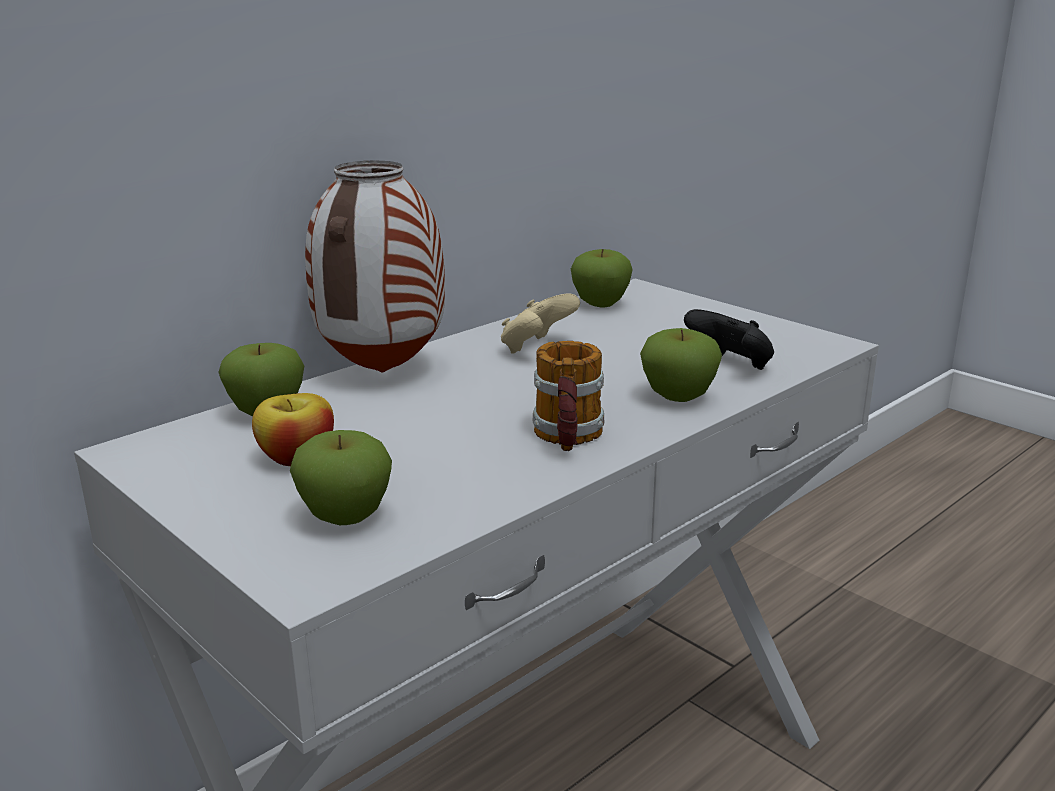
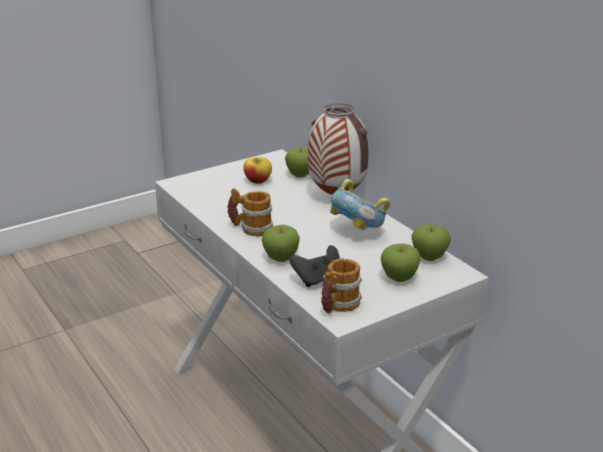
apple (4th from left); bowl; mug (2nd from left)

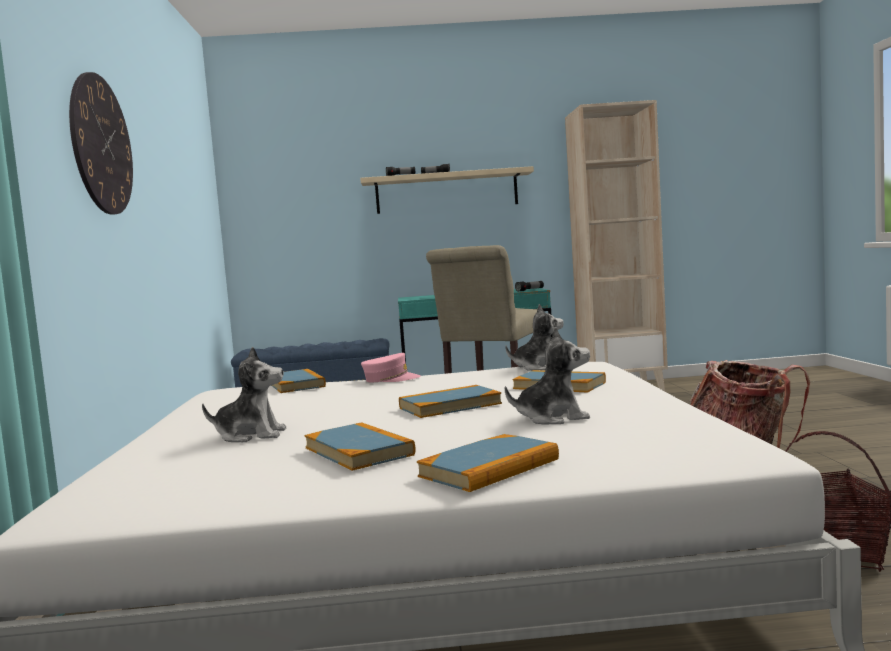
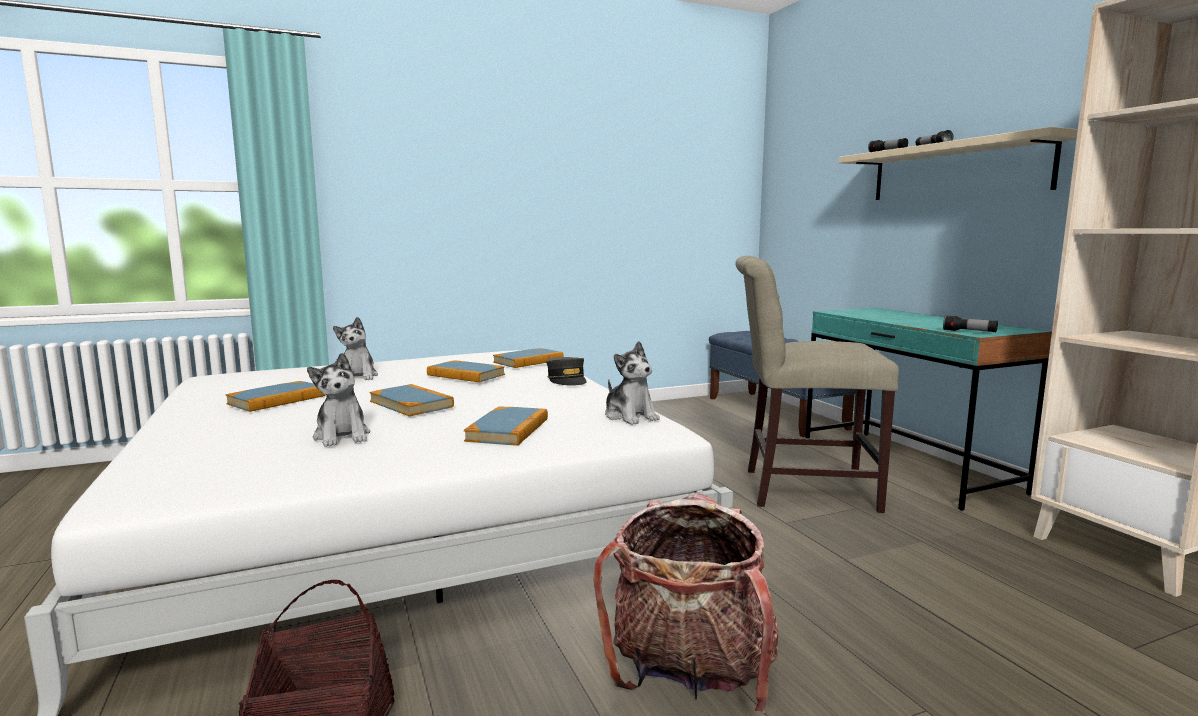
wall clock; grey cap; book (3rd from left)

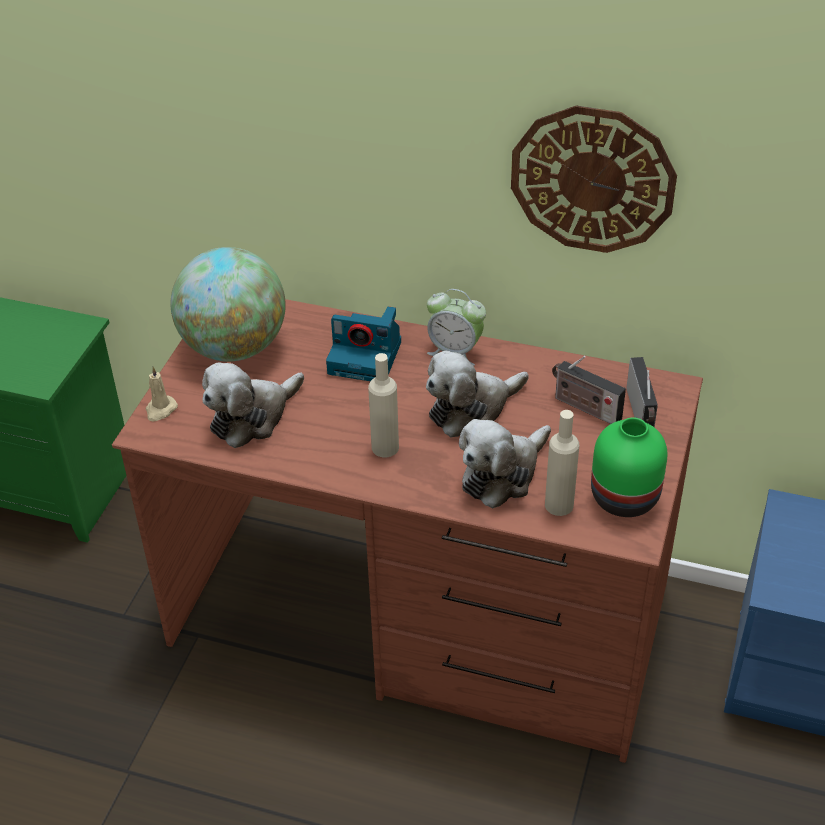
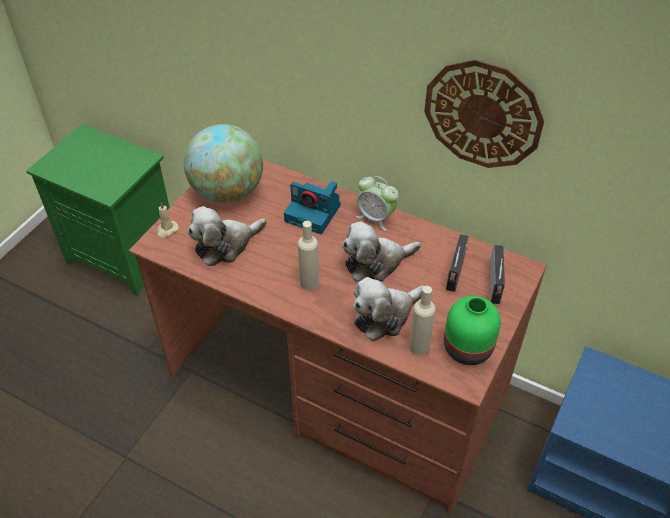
radio (1st from left)

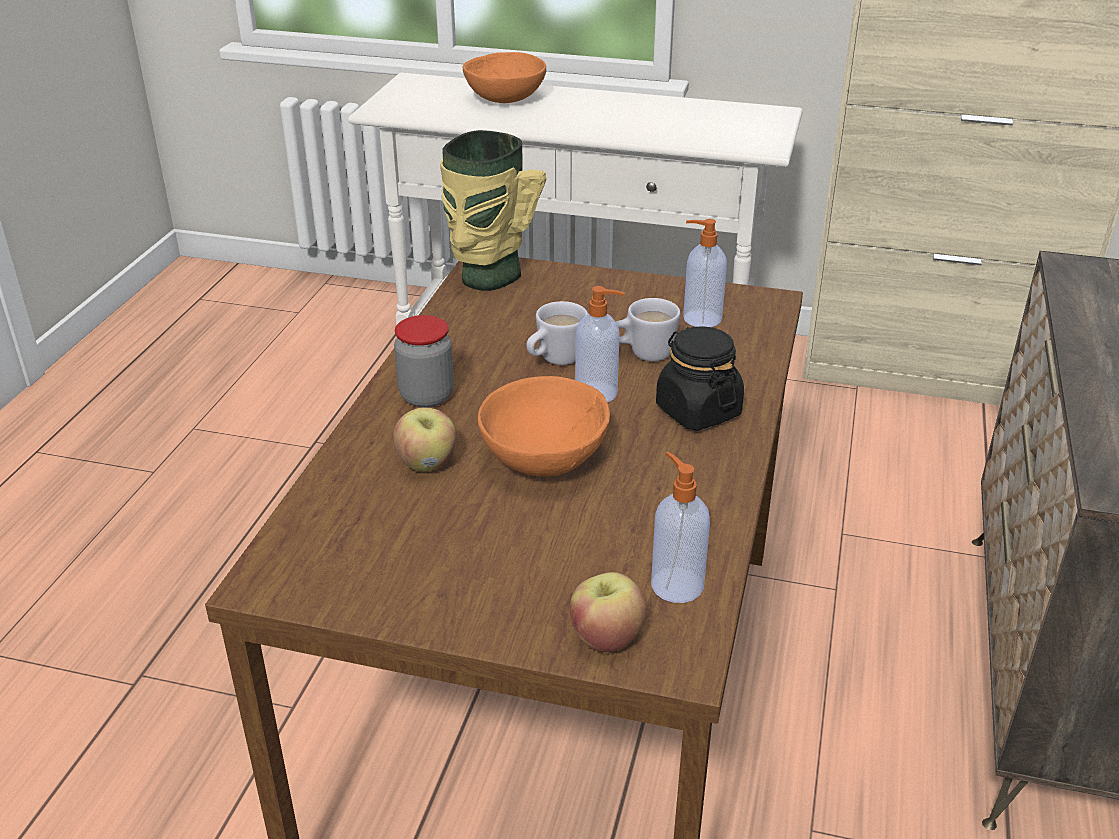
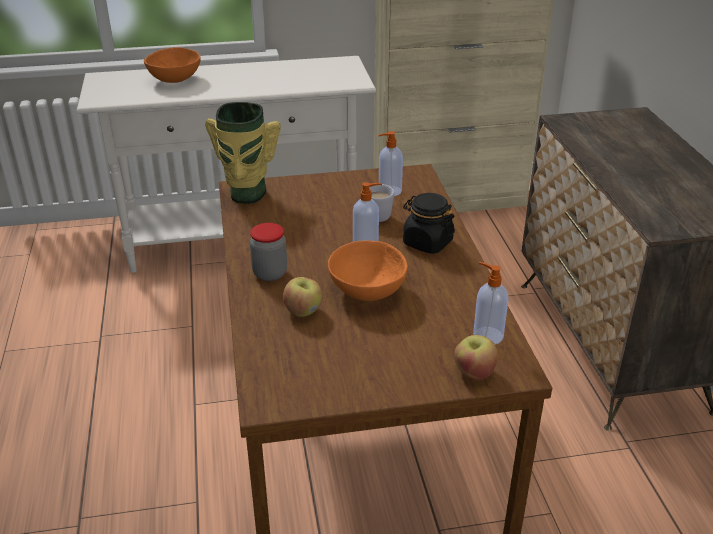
white mug (1st from left in the first image)

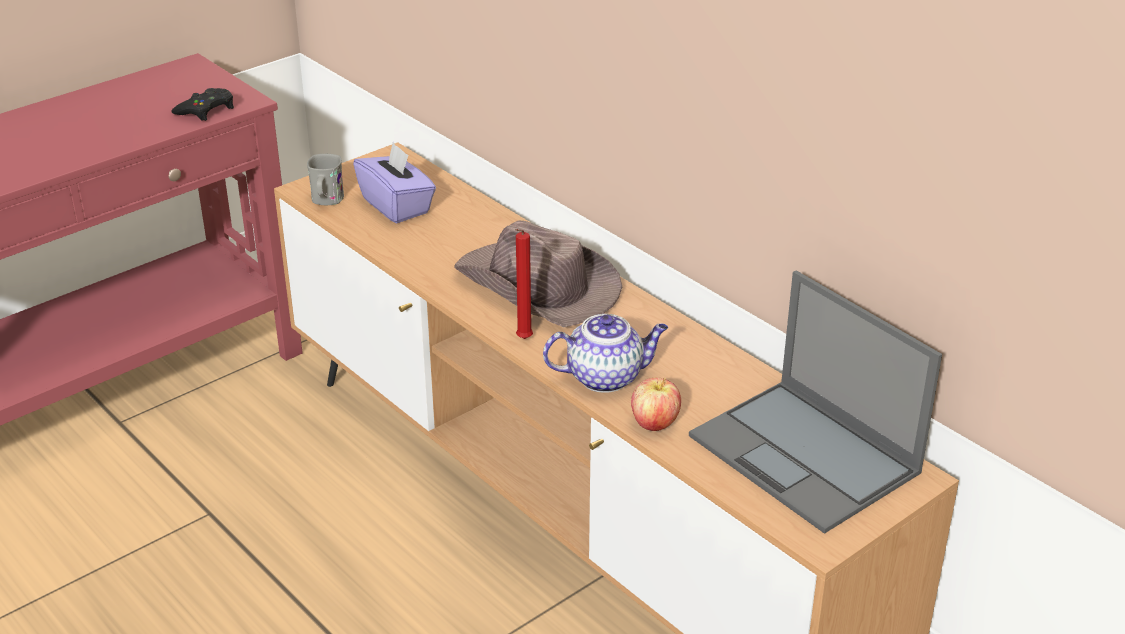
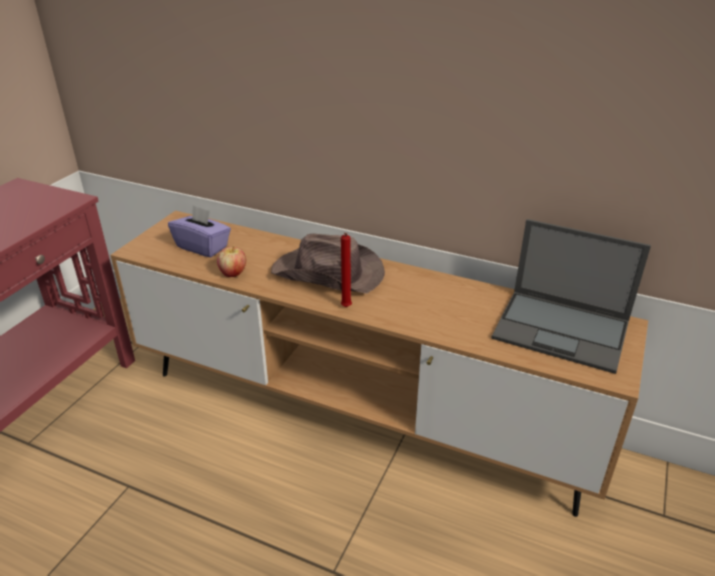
black game controller; grey mug; teapot; apple

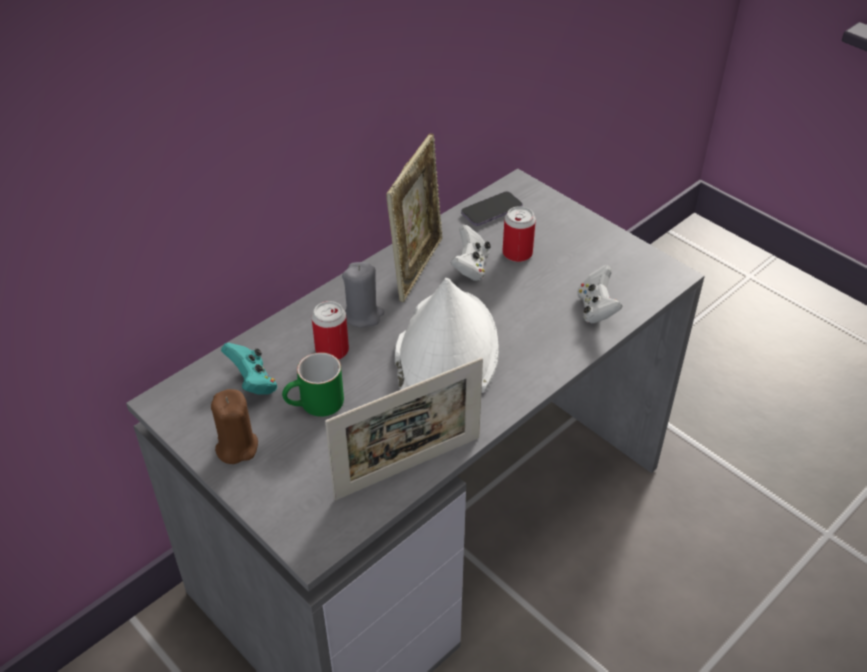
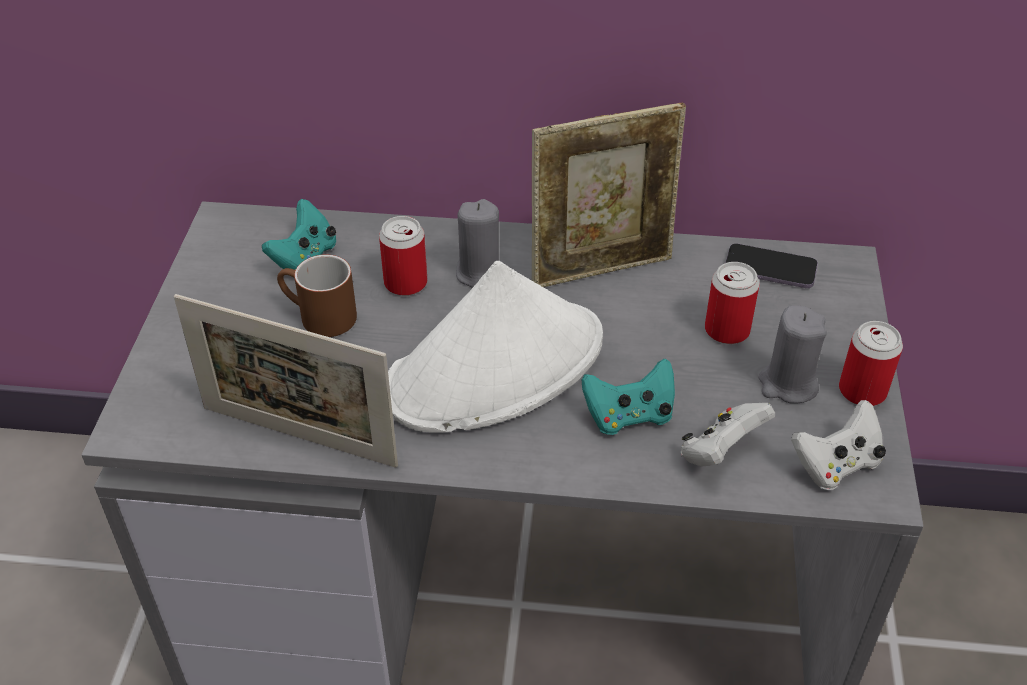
brown candle; brown mug; white game controller (2nd from left); turquoise game controller (2nd from left); grey candle (2nd from left); can (3rd from left)

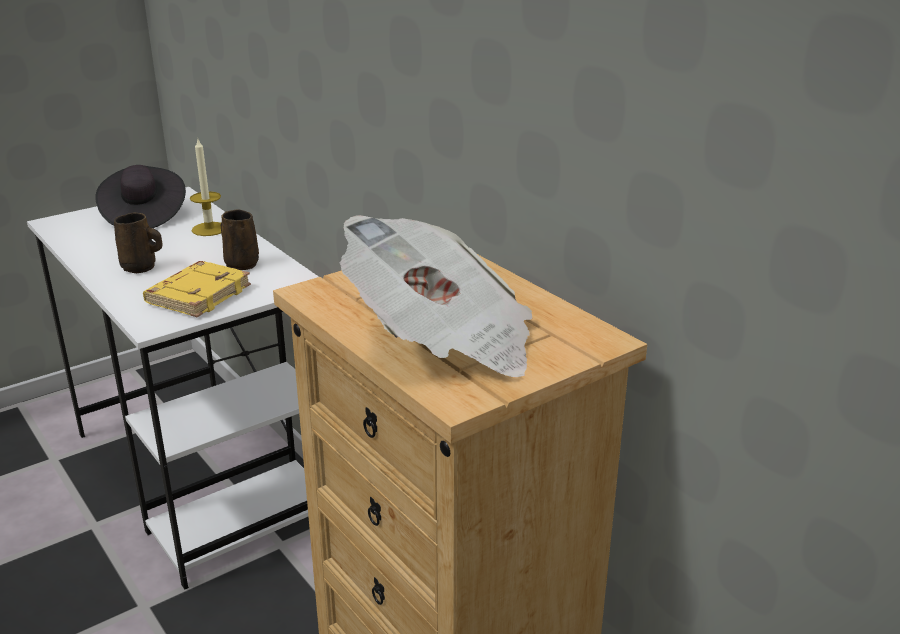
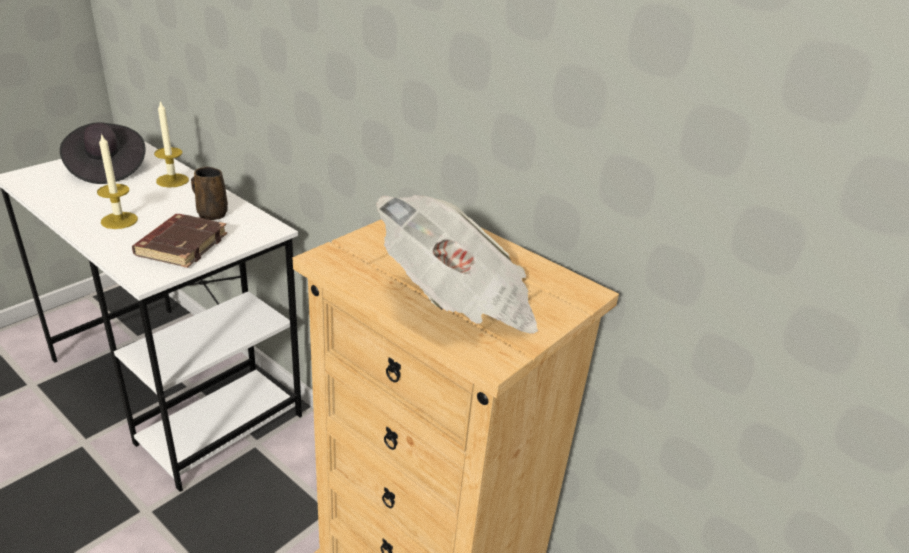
candle (1st from left); brown book

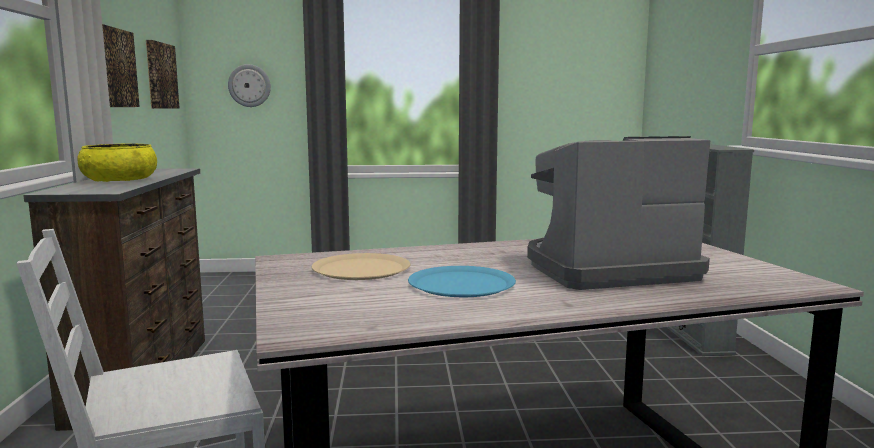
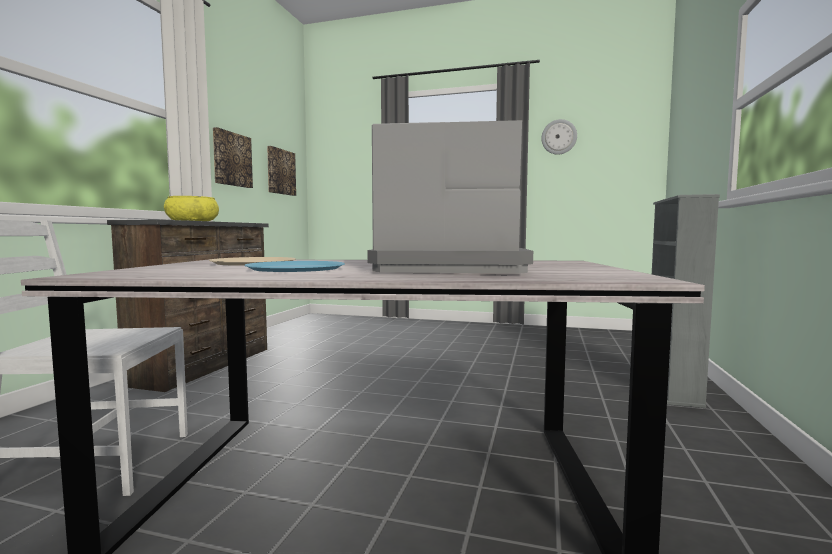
wall clock

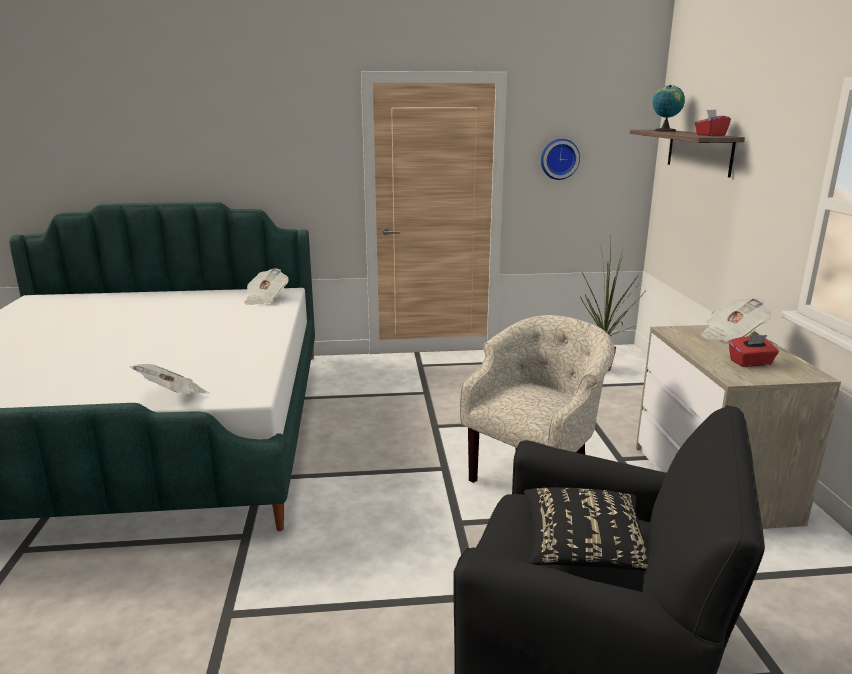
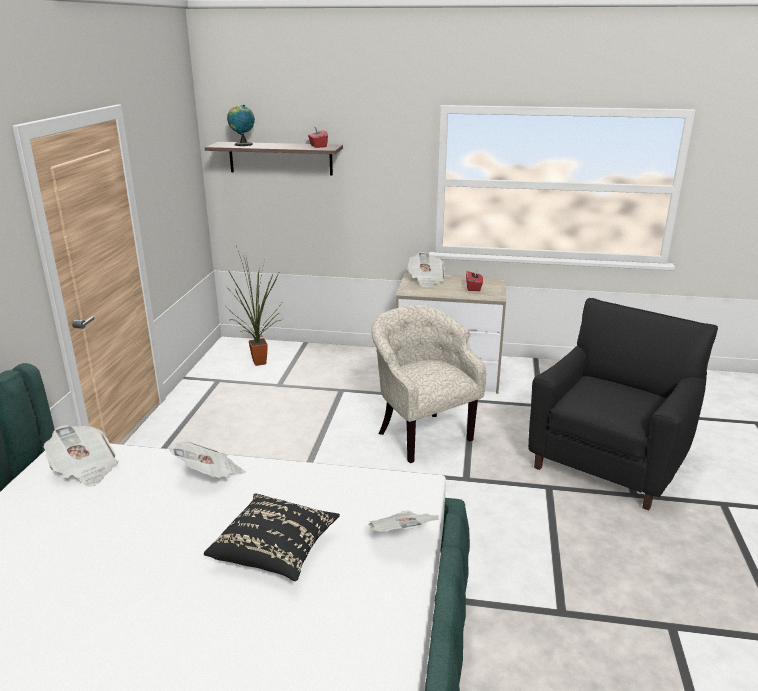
black pillow; wall clock; newspaper (2nd from left)

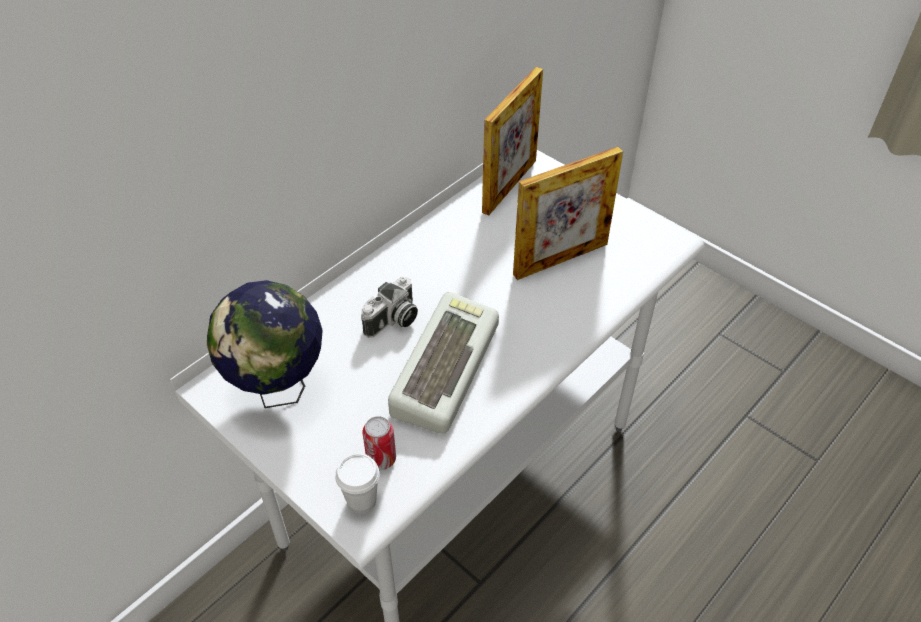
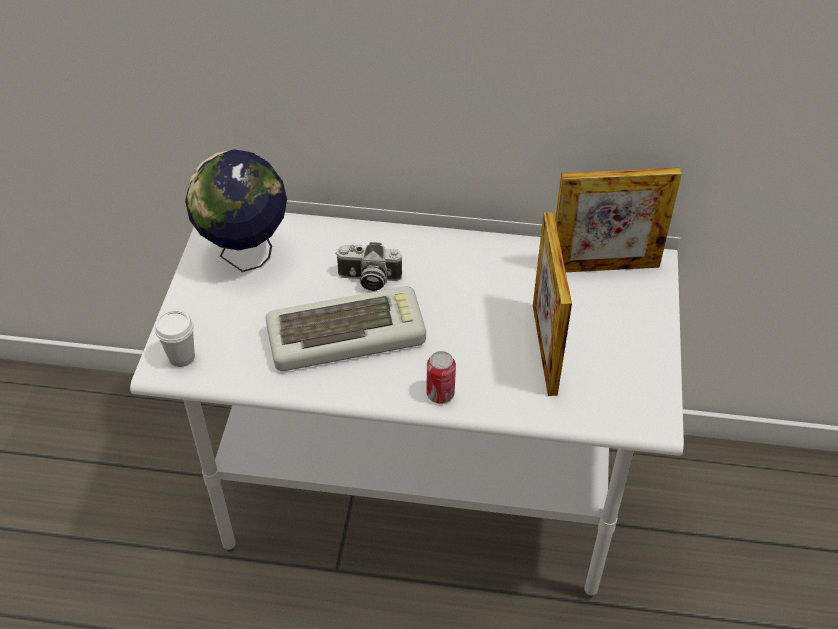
can; picture frame (1st from left)

